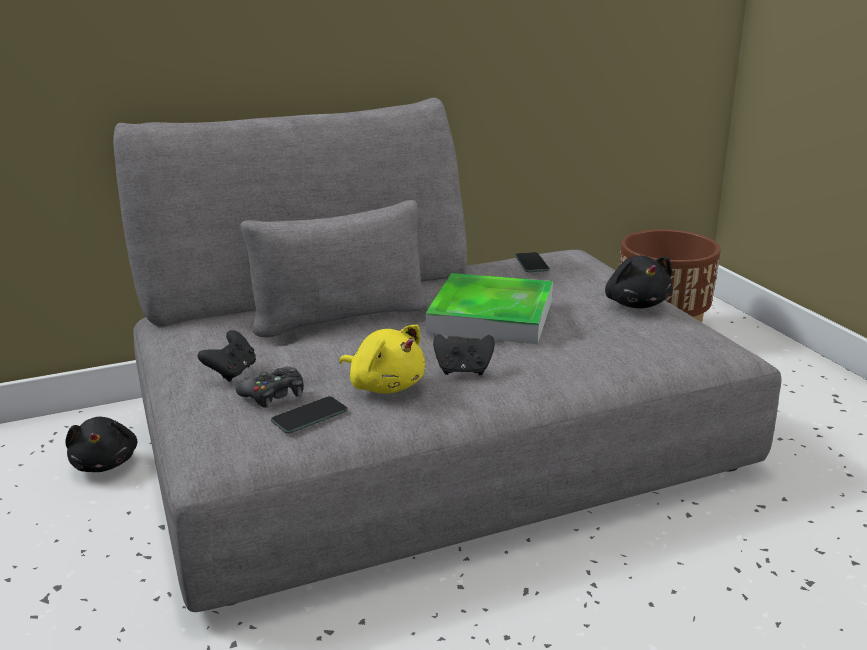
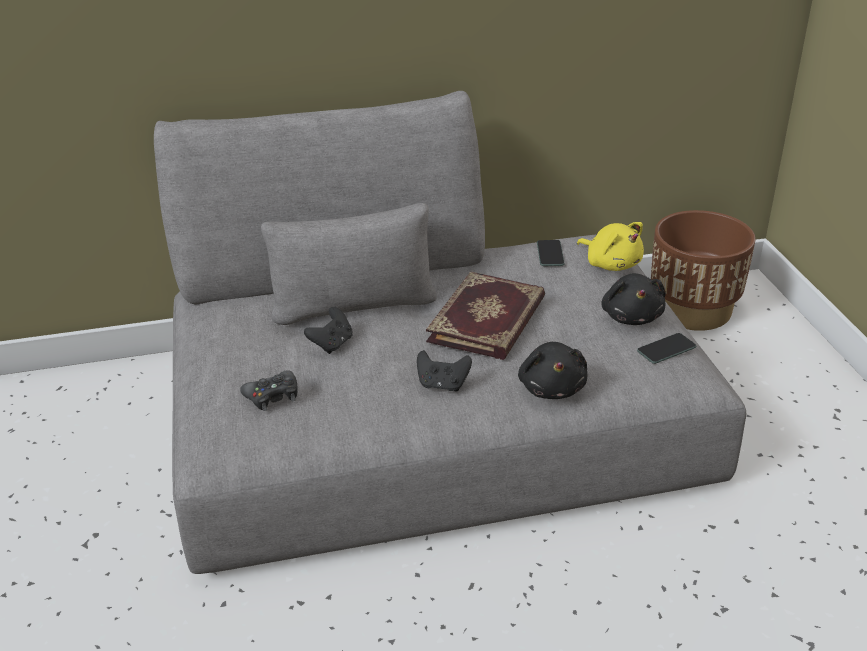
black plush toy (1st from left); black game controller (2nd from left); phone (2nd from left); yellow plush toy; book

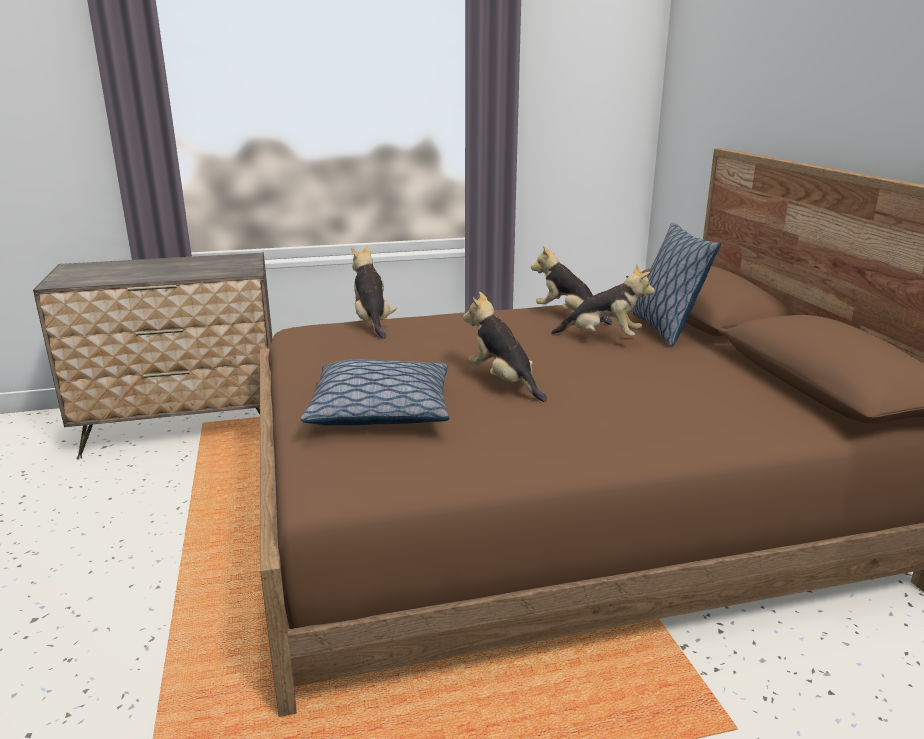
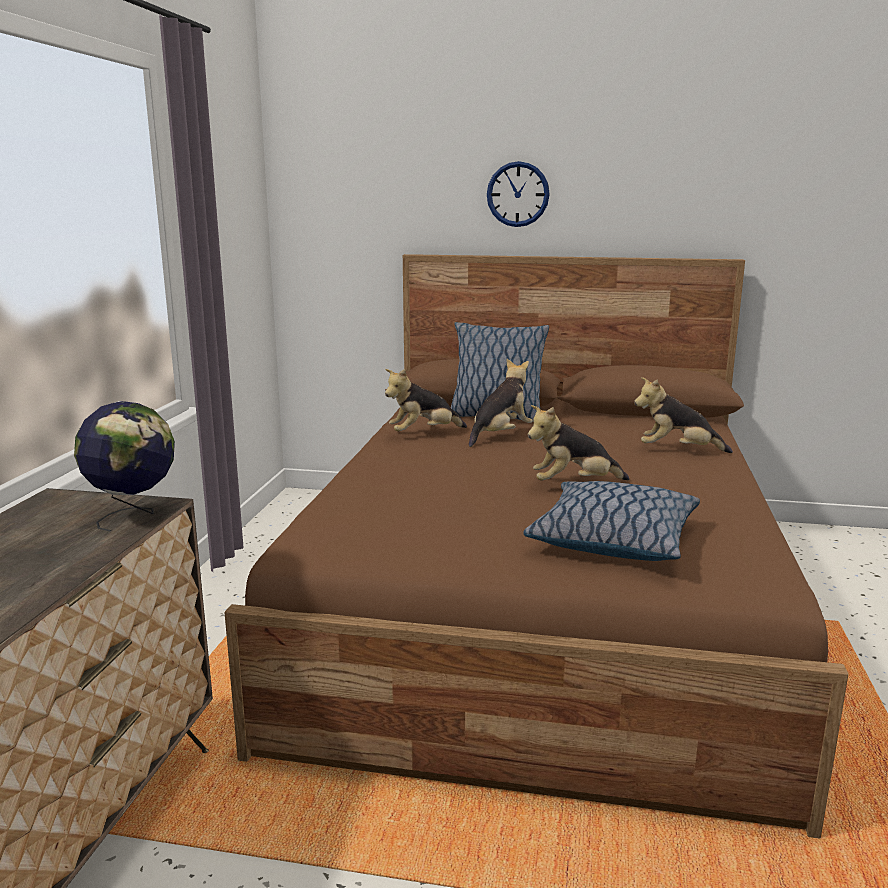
plush toy (4th from left); globe; wall clock

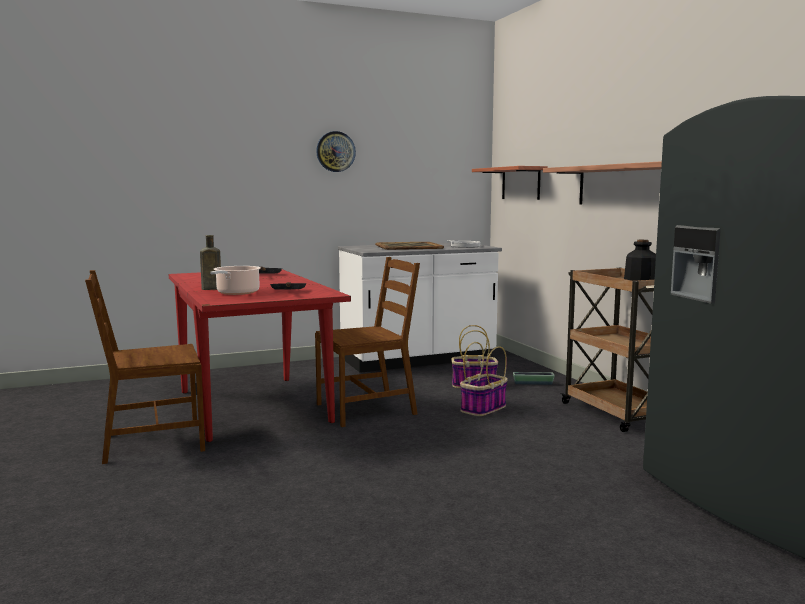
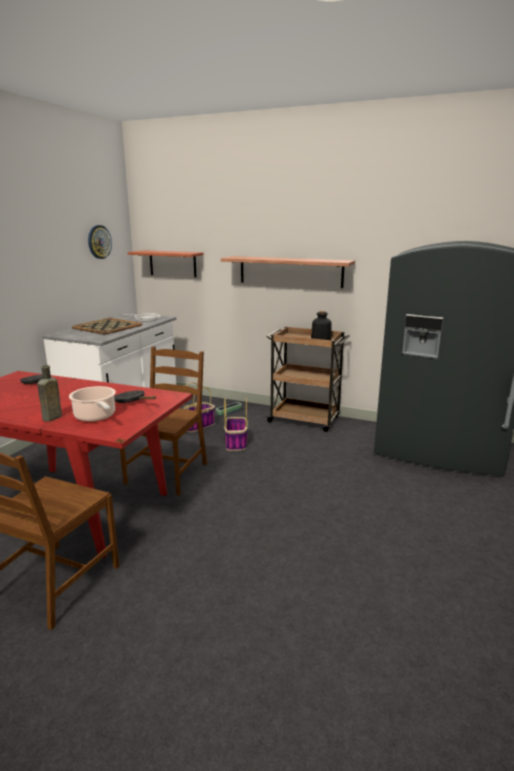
wall clock

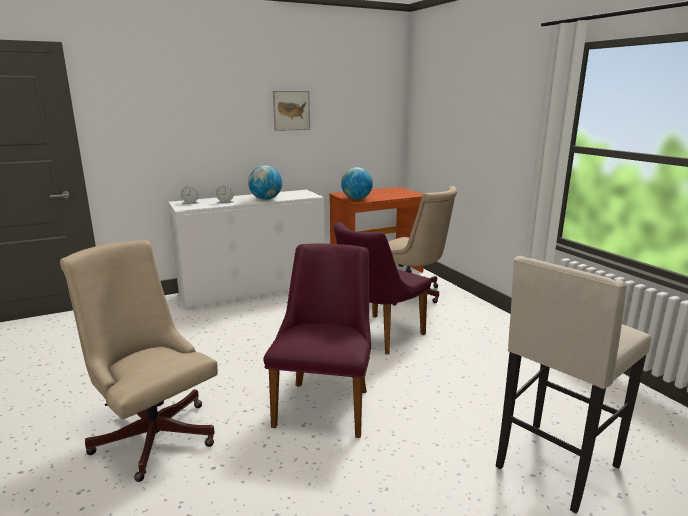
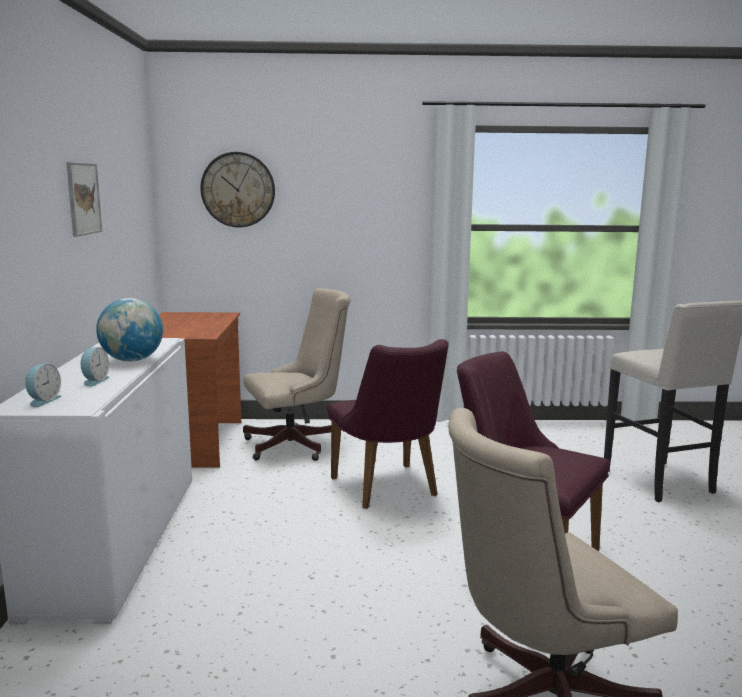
globe (2nd from left in the first image); wall clock

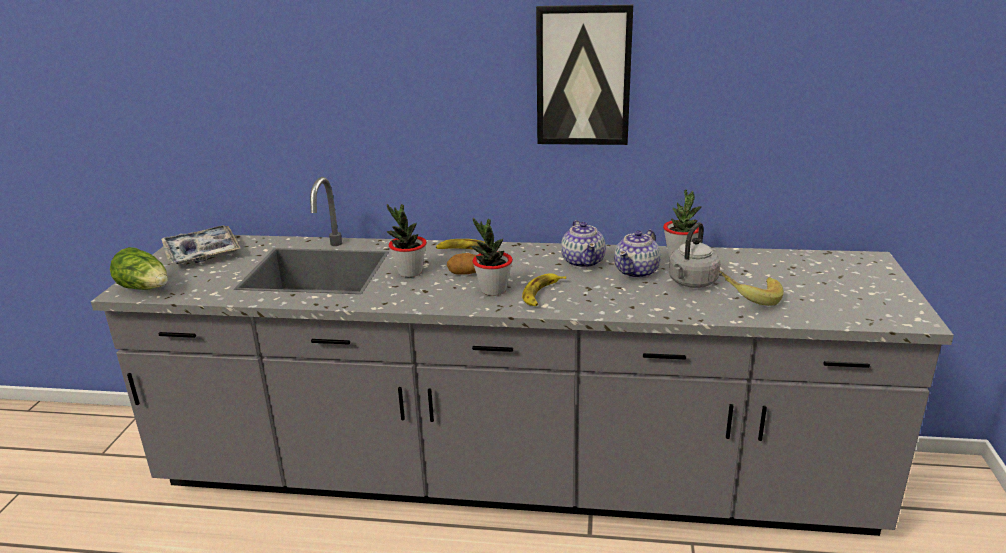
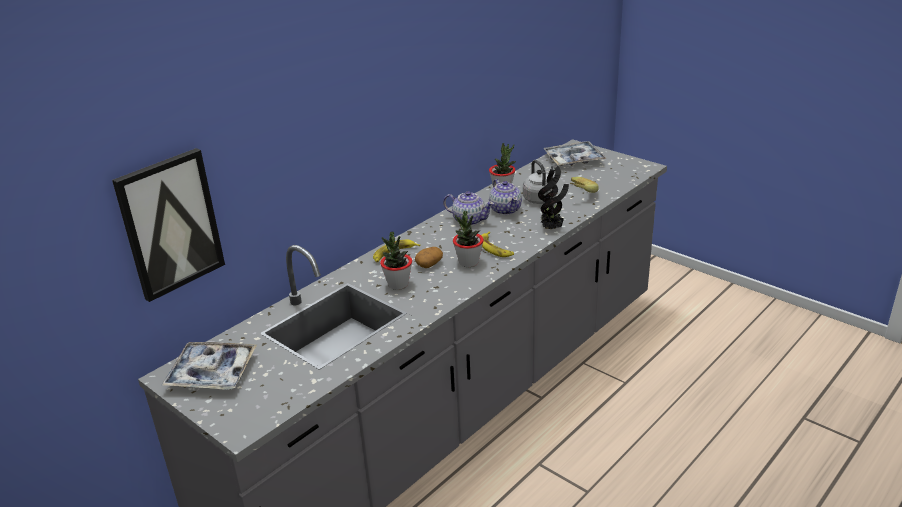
lettuce; picture; potted plant (4th from left); tray (2nd from left)

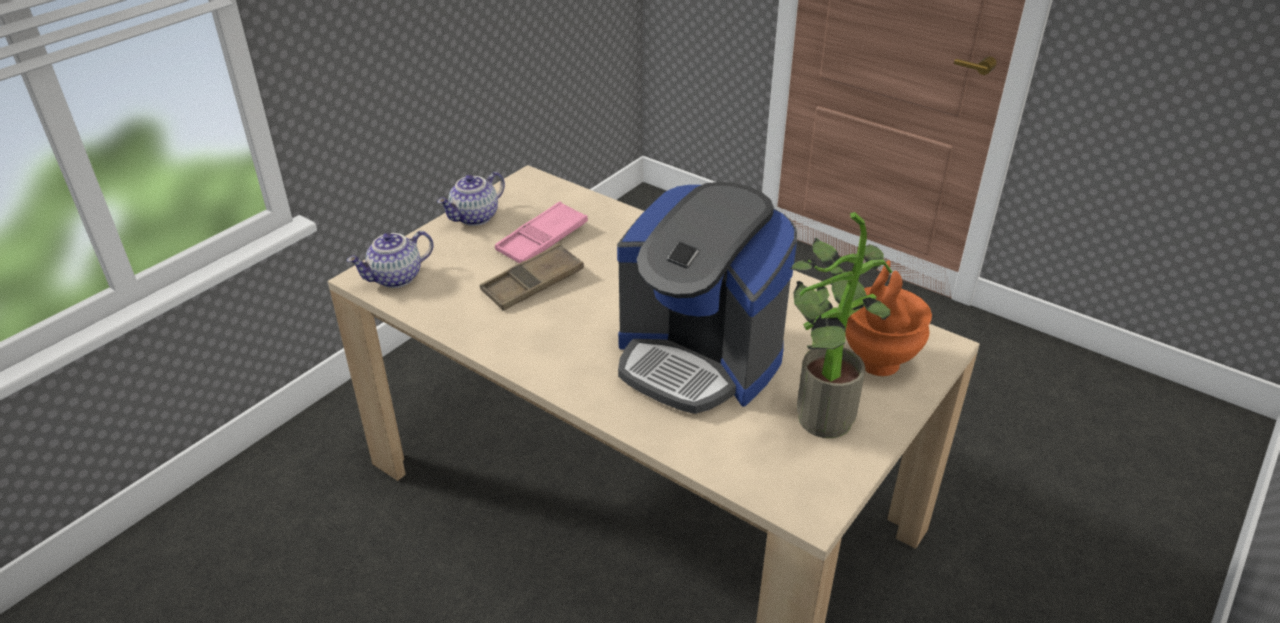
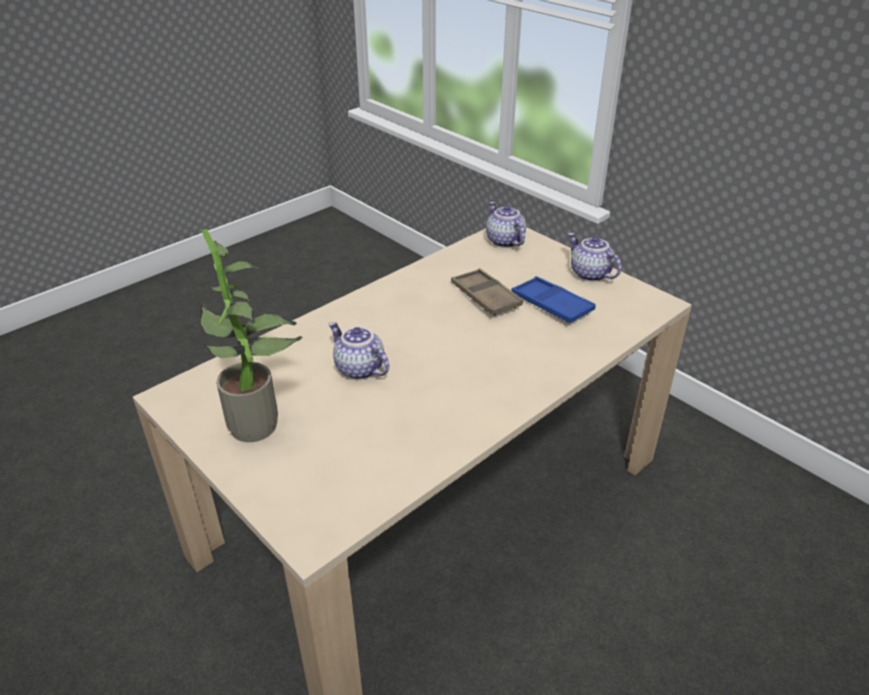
blue tray; teapot (1st from left); orange vase

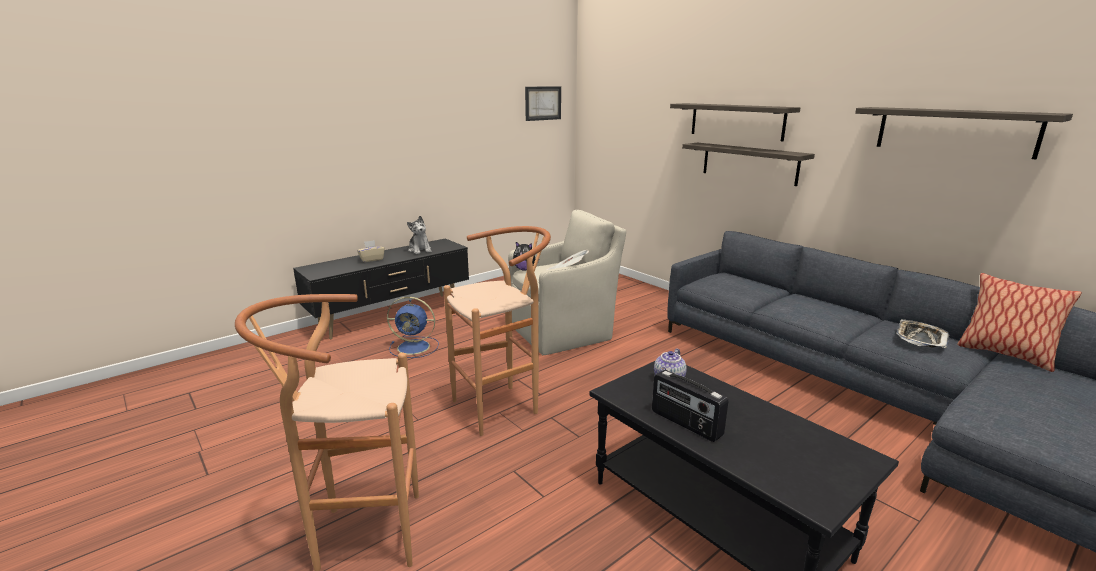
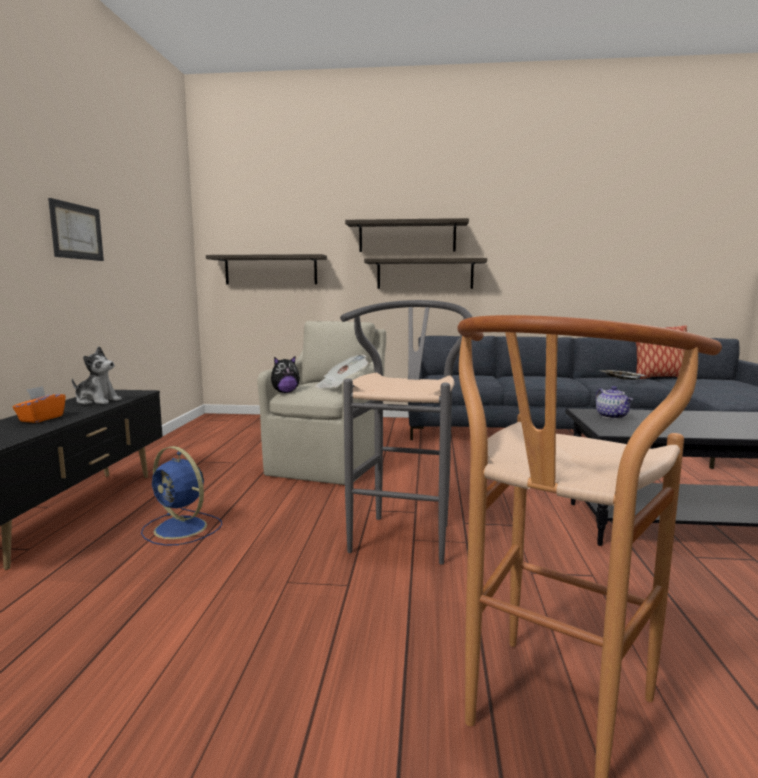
orange tissue box; blue fan; grey stool; picture; radio; shelf (1st from left)

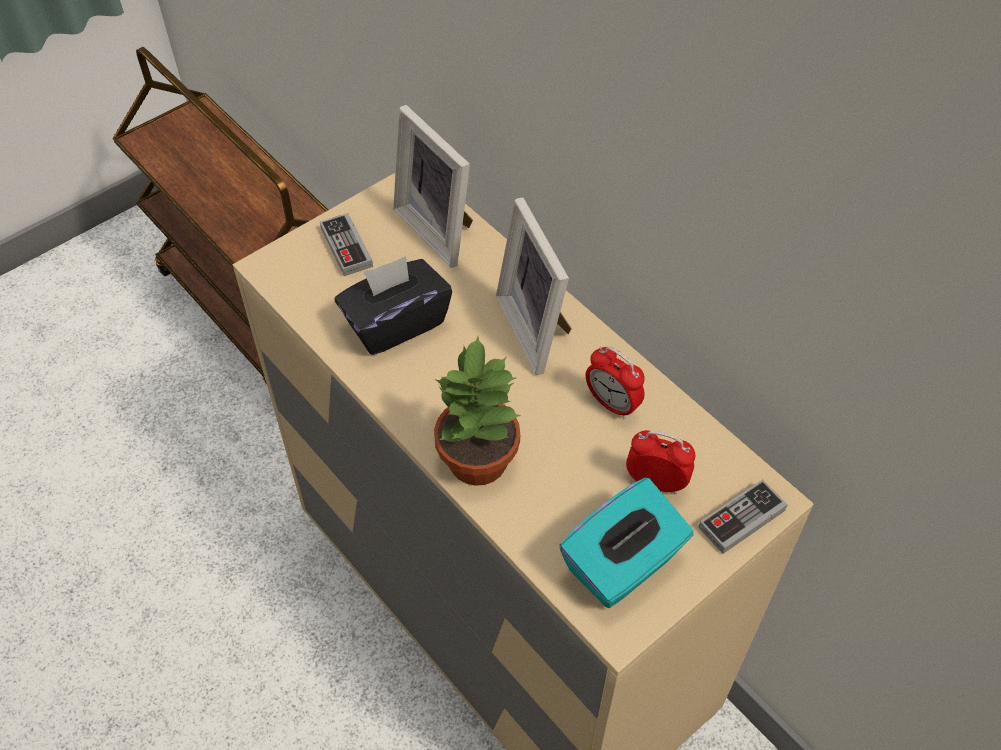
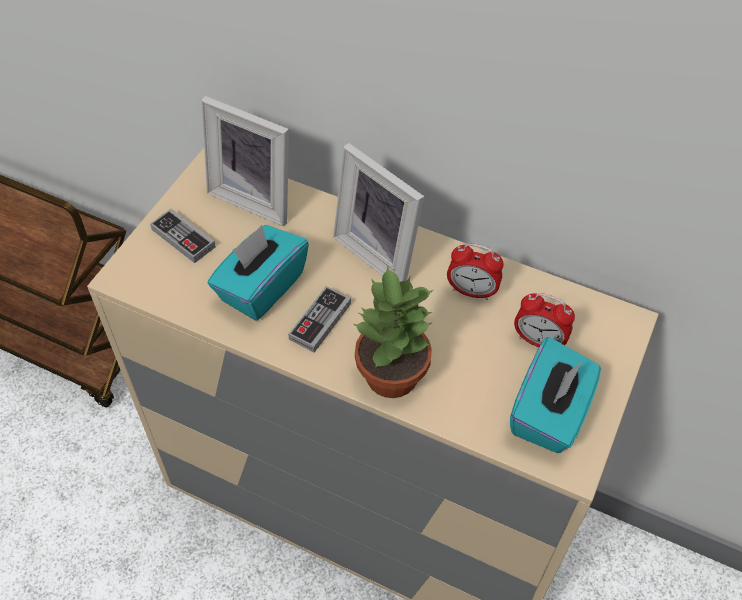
turquoise tissue box (1st from left); alarm clock (2nd from left); game controller (2nd from left)

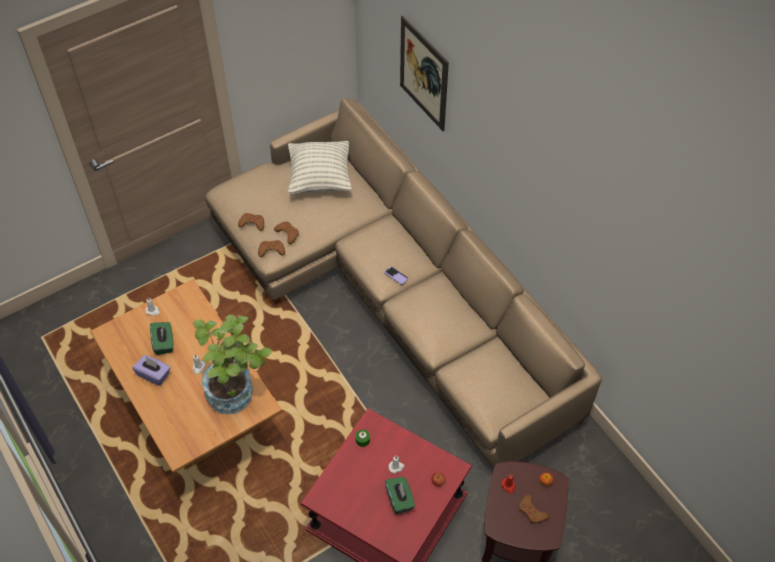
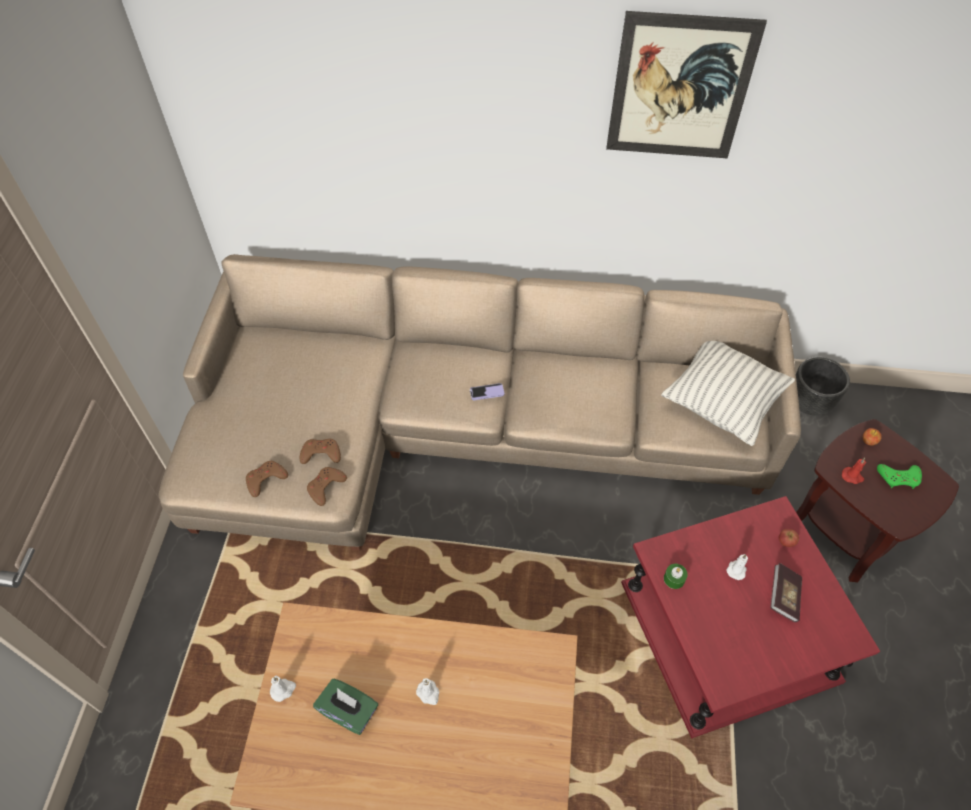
purple tissue box; potted plant; pillow; book; picture; green game controller; black planter

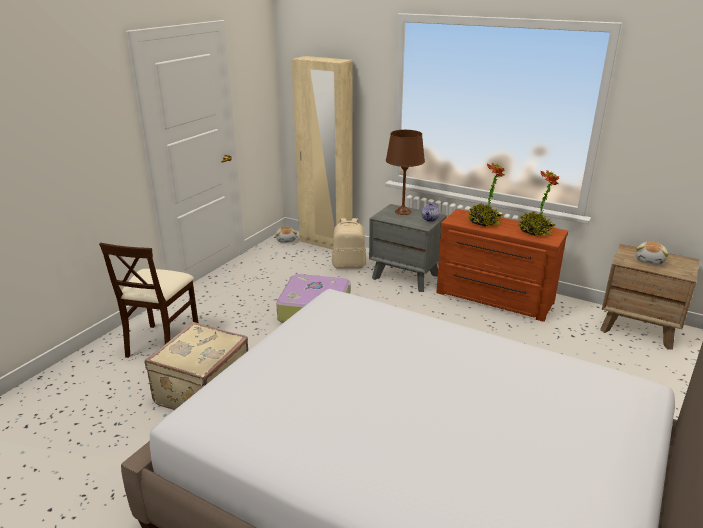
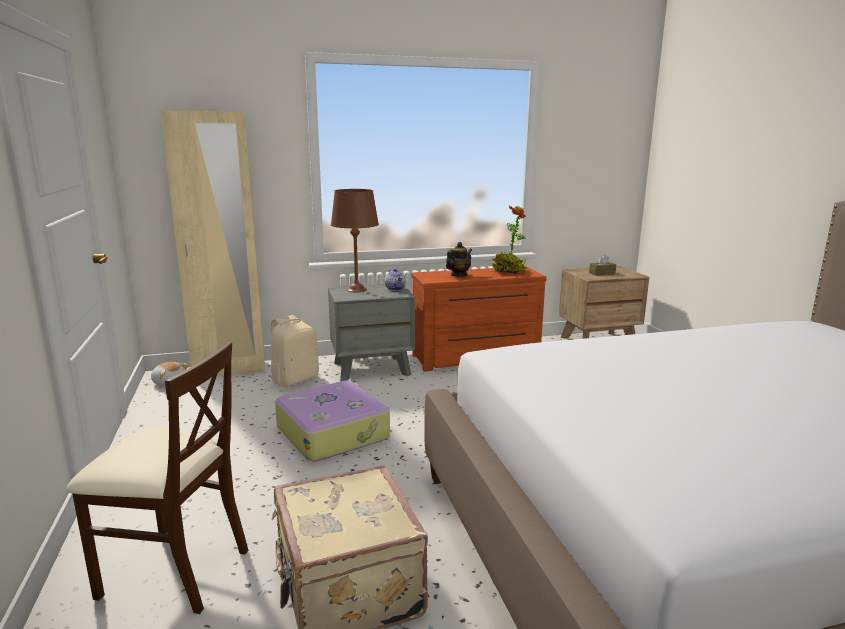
beige chair; teapot (2nd from left); brown tissue box

